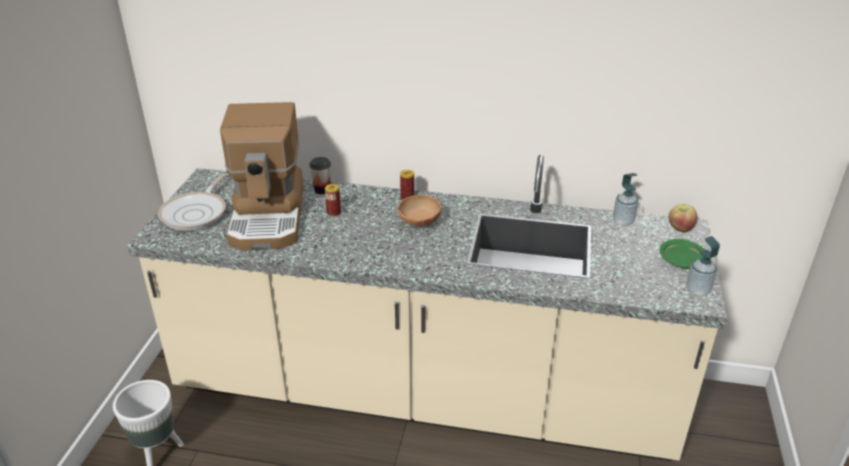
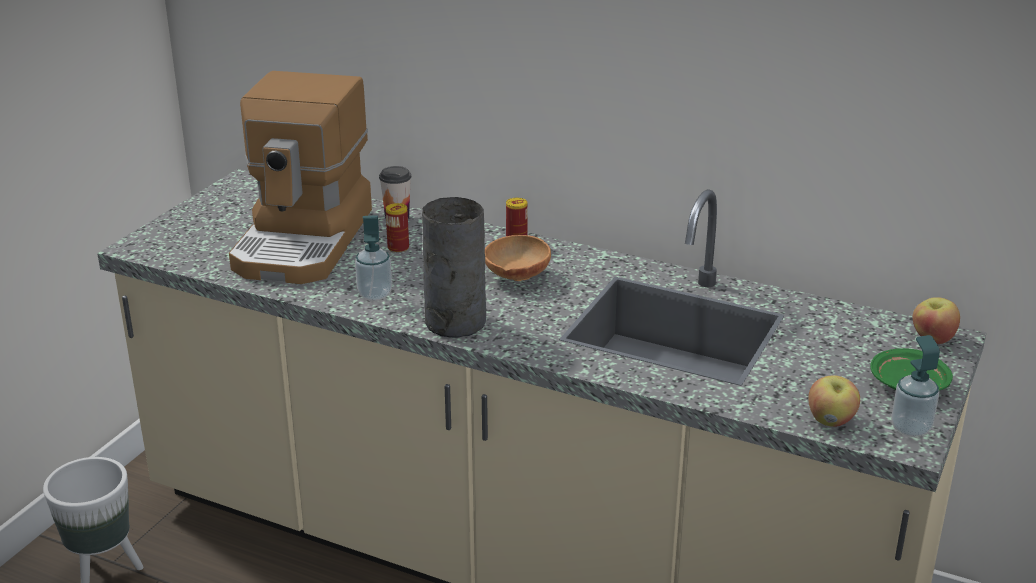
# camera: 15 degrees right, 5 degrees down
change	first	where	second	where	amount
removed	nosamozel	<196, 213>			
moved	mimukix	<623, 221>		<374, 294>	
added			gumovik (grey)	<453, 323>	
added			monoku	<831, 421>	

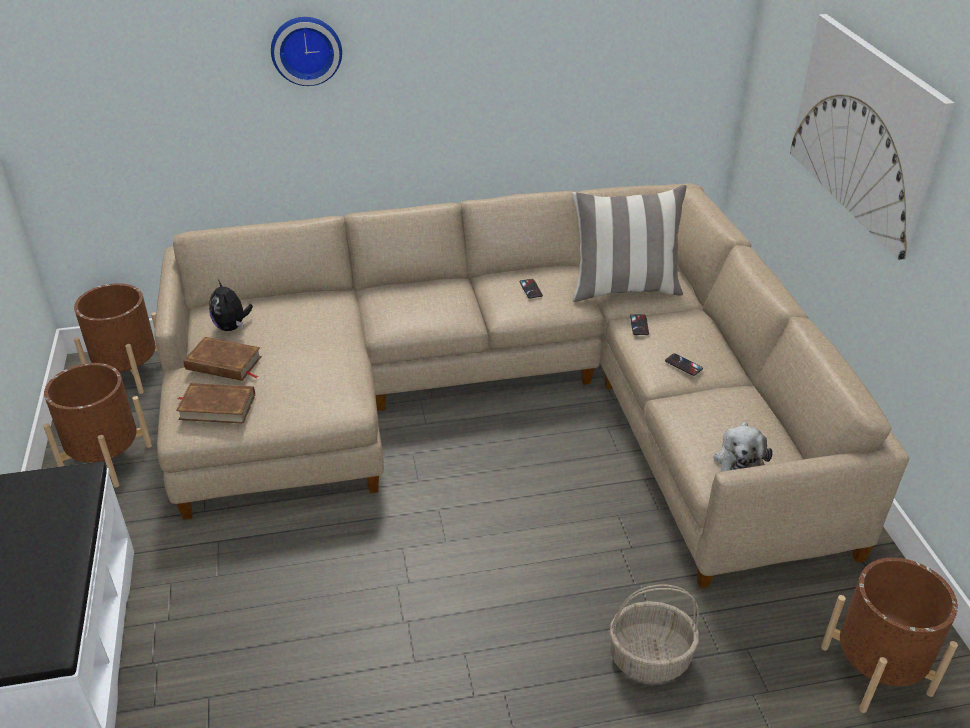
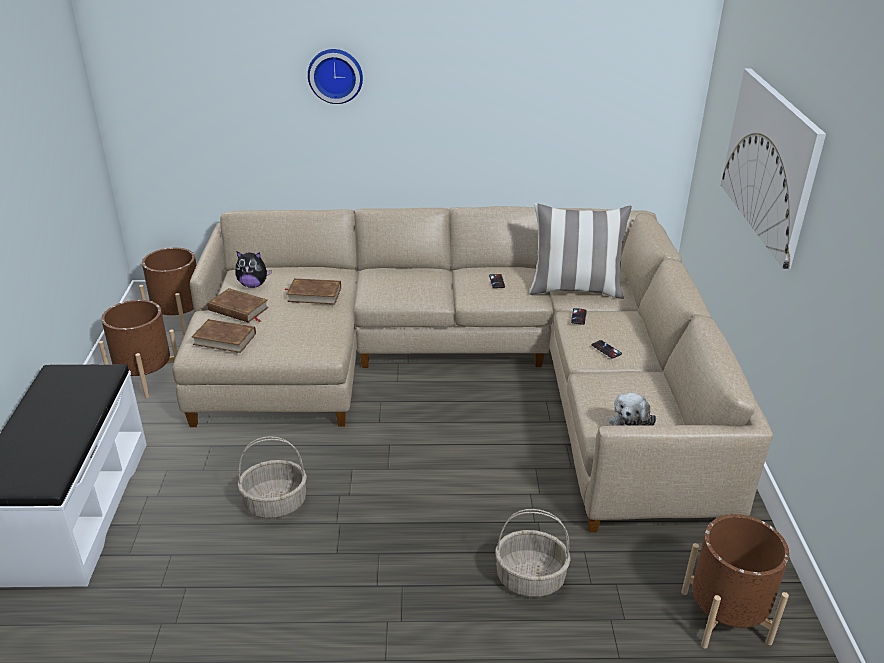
# camera: 10 degrees right, 5 degrees down
change	first	where	second	where	amount
turned	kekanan	<232, 327>		<253, 285>	75 degrees counterclockwise
added			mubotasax	<276, 503>	
added			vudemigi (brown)	<314, 294>	

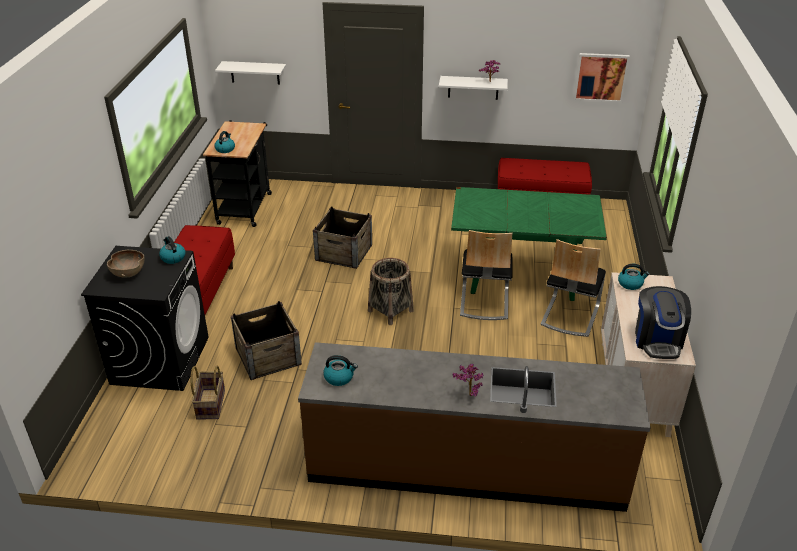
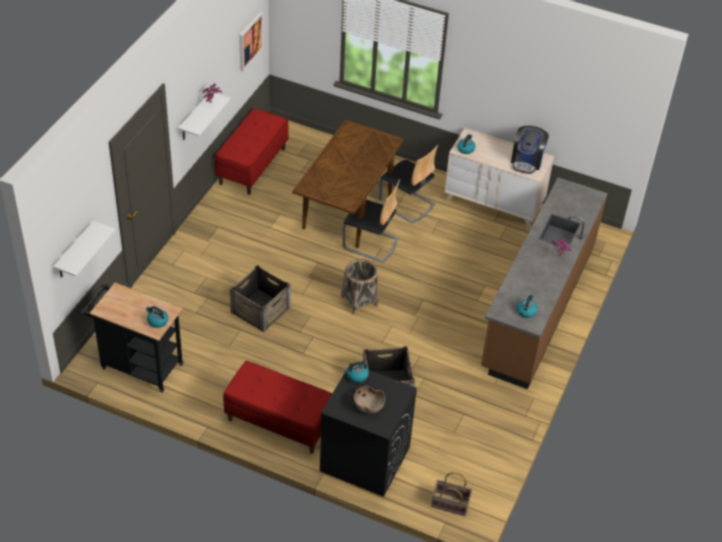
# camera: 75 degrees left, 10 degrees up
change	first	where	second	where	amount
moved	mubotasax	<210, 404>		<450, 504>	
recoloured	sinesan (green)	<520, 275>	sinesan (brown)	<347, 212>	
turned	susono	<657, 340>		<527, 161>	90 degrees clockwise

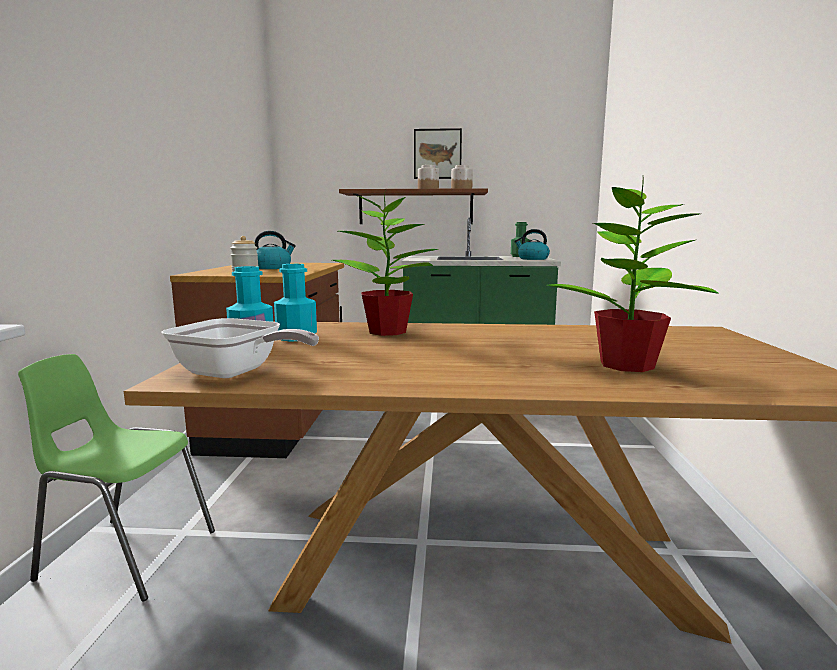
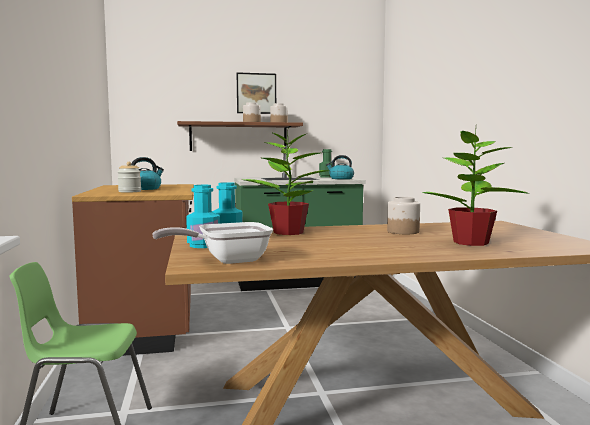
# camera: 15 degrees left, 5 degrees down
change	first	where	second	where	amount
turned	nosamozel	<235, 373>		<227, 260>	150 degrees clockwise
added			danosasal	<402, 232>	

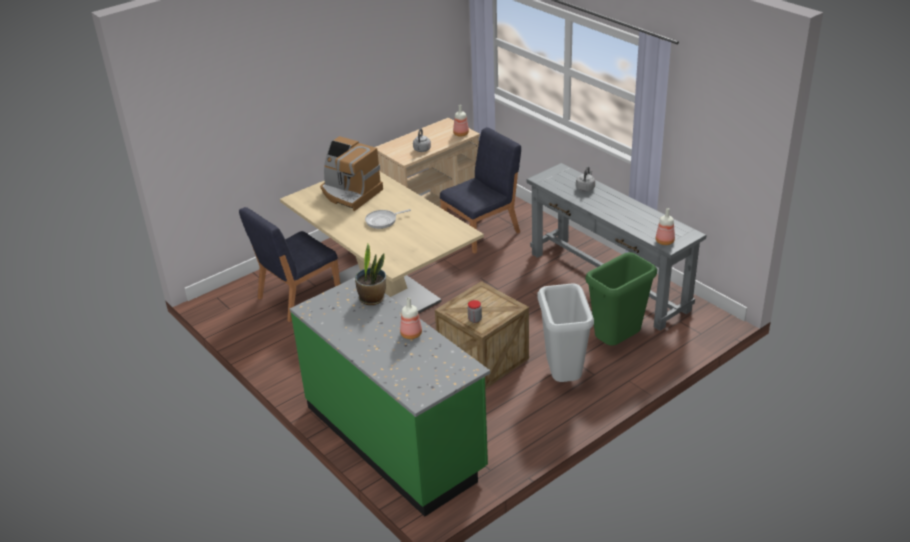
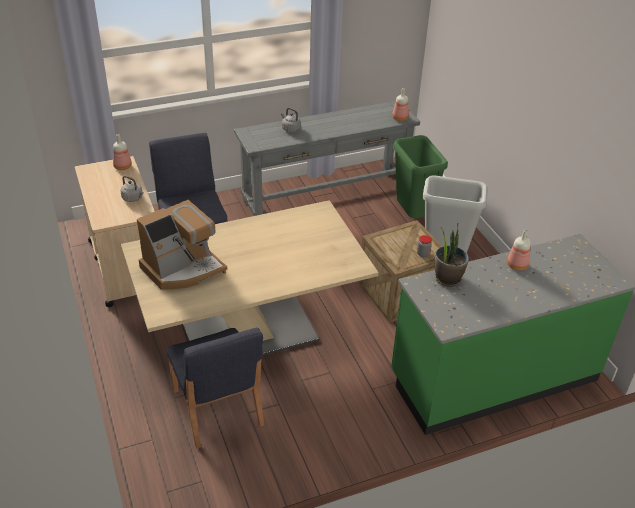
# camera: 75 degrees left, 5 degrees up
change	first	where	second	where	amount
removed	nosamozel	<383, 221>			

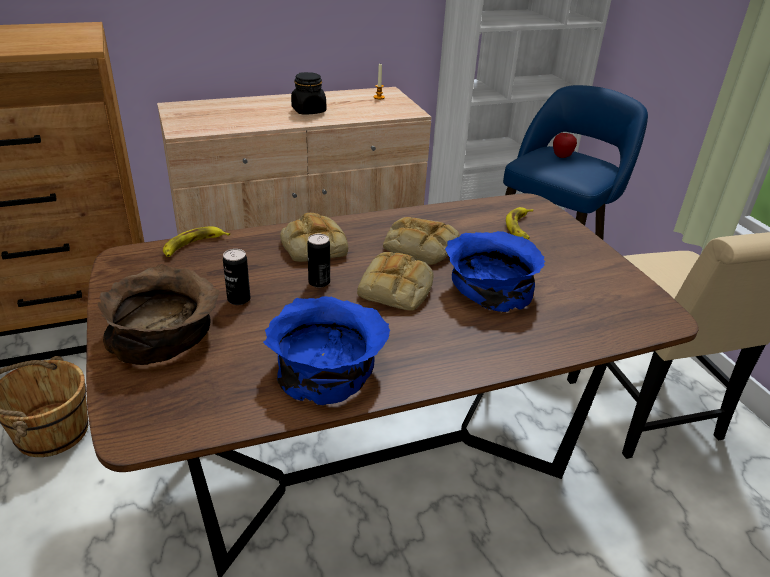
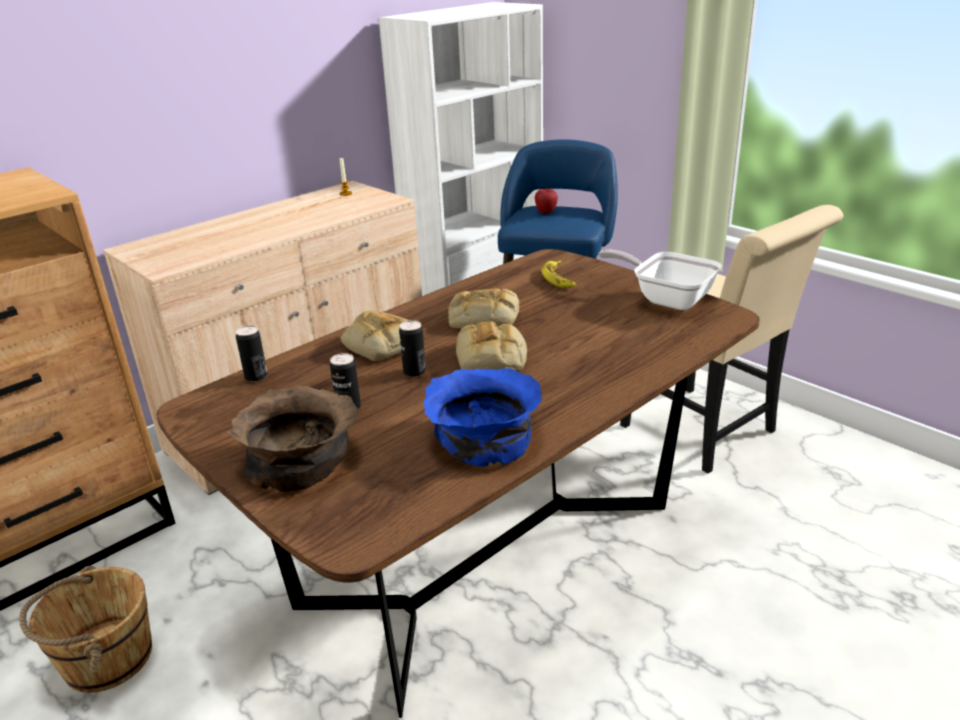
# camera: 20 degrees left, 5 degrees down
change	first	where	second	where	amount
replaced	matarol	<193, 245>	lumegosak	<256, 376>	
removed	danosasal (black)	<309, 111>			
removed	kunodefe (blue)	<490, 287>			
added			nosamozel	<666, 298>	

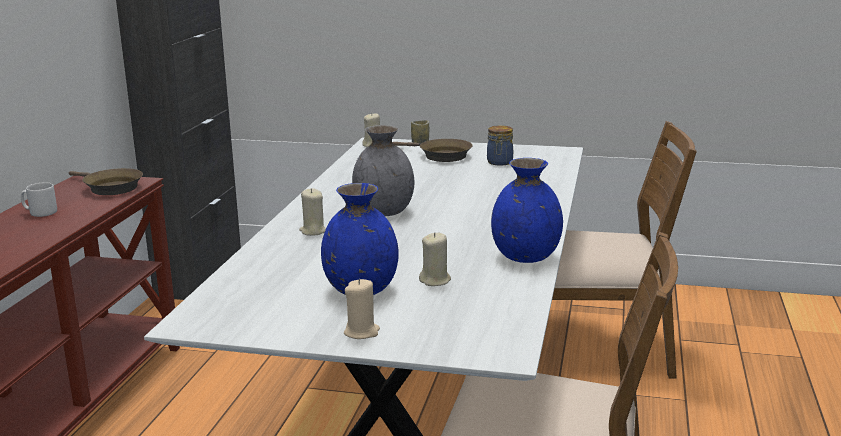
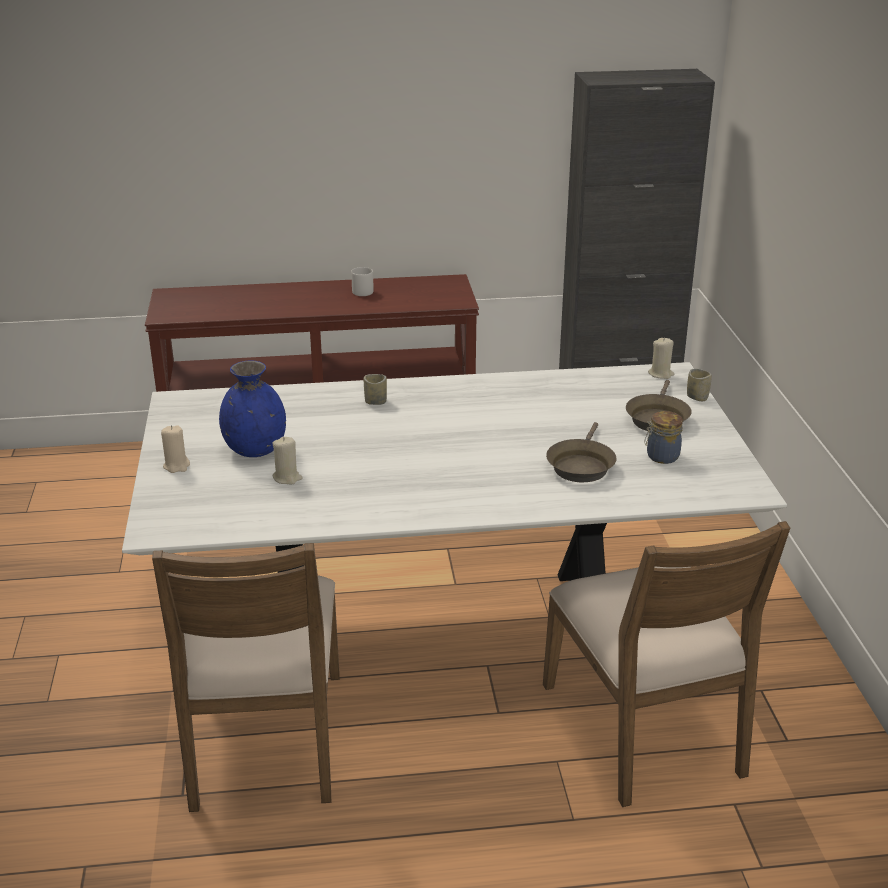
# camera: 70 degrees right, 10 degrees up
change	first	where	second	where	amount
moved	nosamozel (brown)	<110, 187>		<581, 465>	
replaced	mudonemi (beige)	<313, 231>	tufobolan	<375, 402>	
removed	gumovik (grey)	<384, 212>			
removed	gumovik (blue)	<525, 257>			

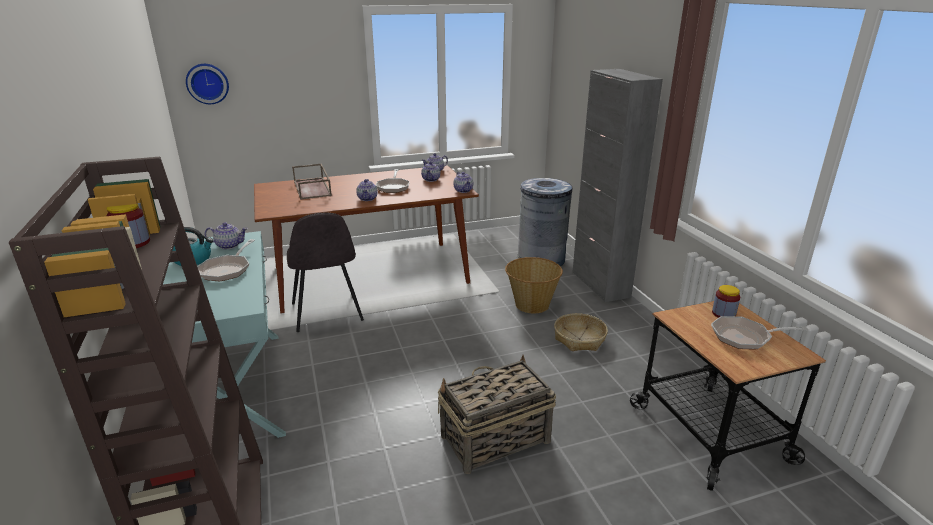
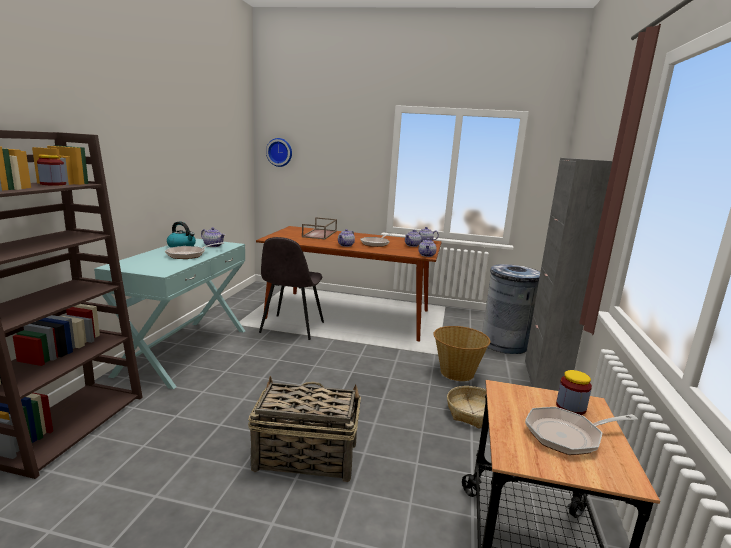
# camera: 30 degrees right, 10 degrees down
change	first	where	second	where	amount
turned	nosamozel	<745, 337>		<568, 435>	45 degrees counterclockwise

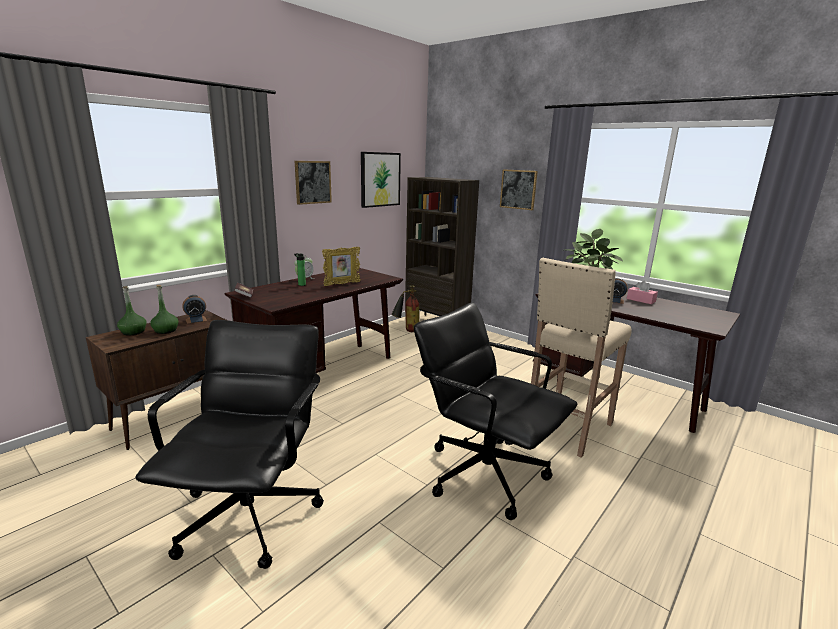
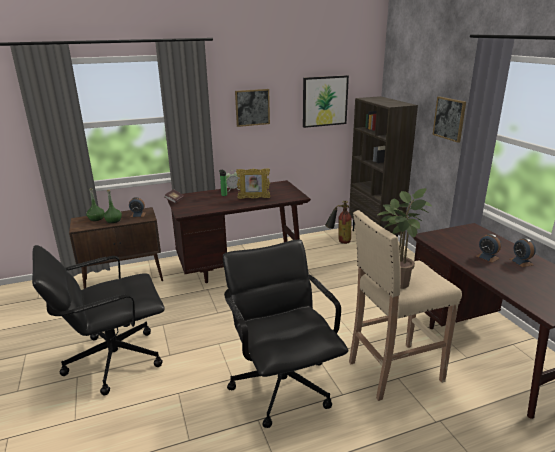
# camera: 30 degrees right, 5 degrees up
change	first	where	second	where	amount
turned	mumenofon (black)	<251, 515>		<113, 359>	150 degrees counterclockwise
replaced	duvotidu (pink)	<641, 300>	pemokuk	<521, 262>	

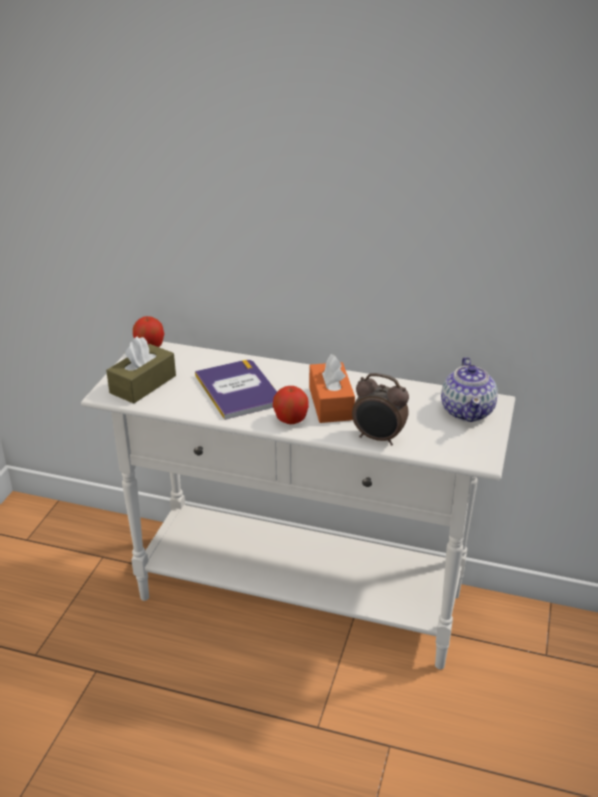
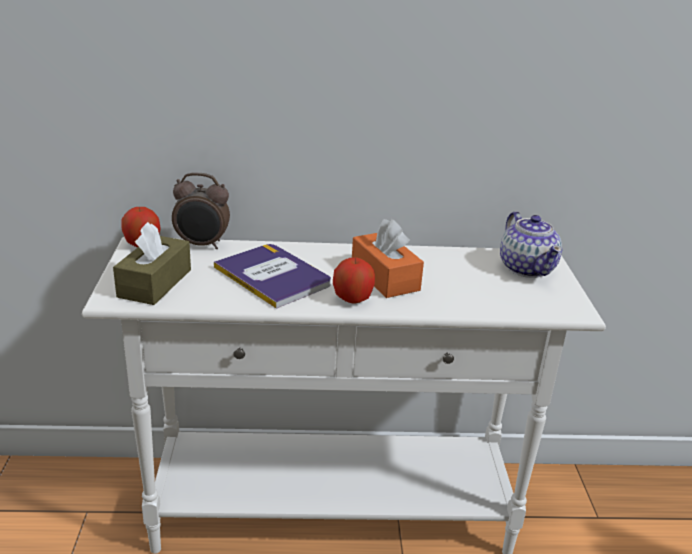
# camera: 20 degrees left, 5 degrees down
change	first	where	second	where	amount
moved	pemokuk	<378, 438>		<202, 245>	

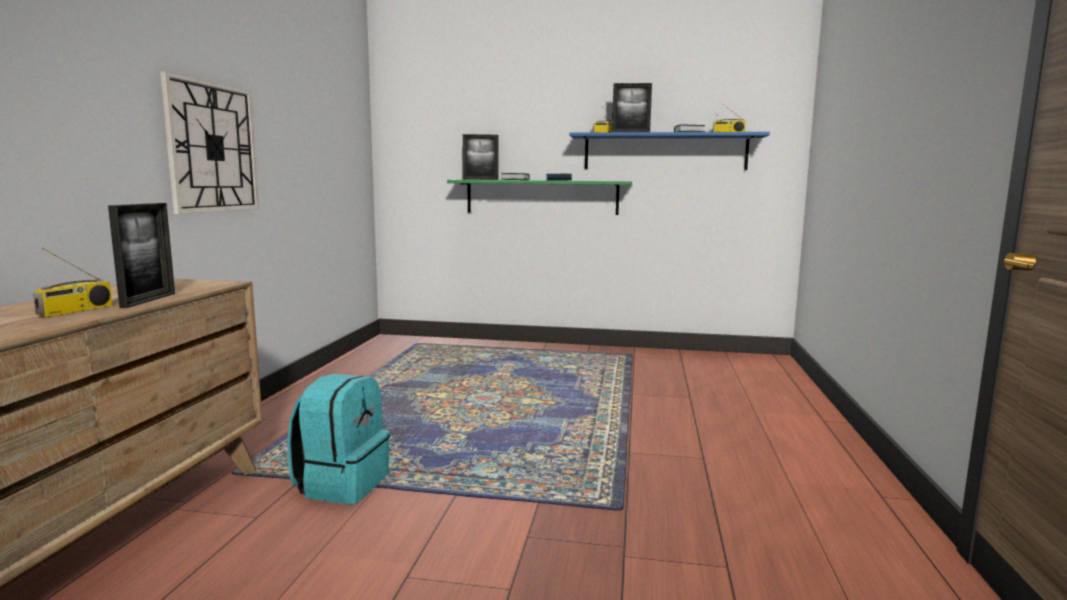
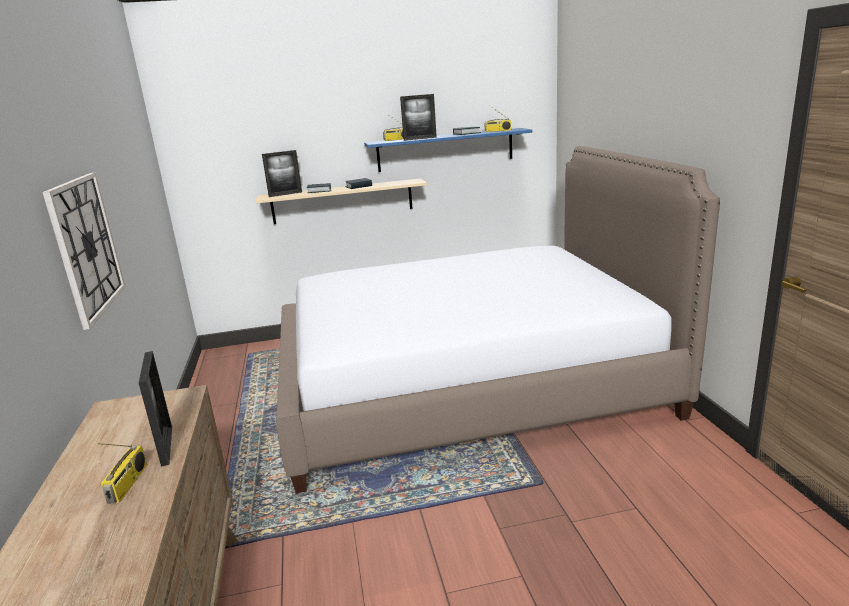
# camera: 20 degrees left, 10 degrees up
change	first	where	second	where	amount
removed	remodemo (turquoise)	<342, 484>			
recoloured	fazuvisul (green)	<541, 197>	fazuvisul (beige)	<342, 201>	
added			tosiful	<467, 387>	

